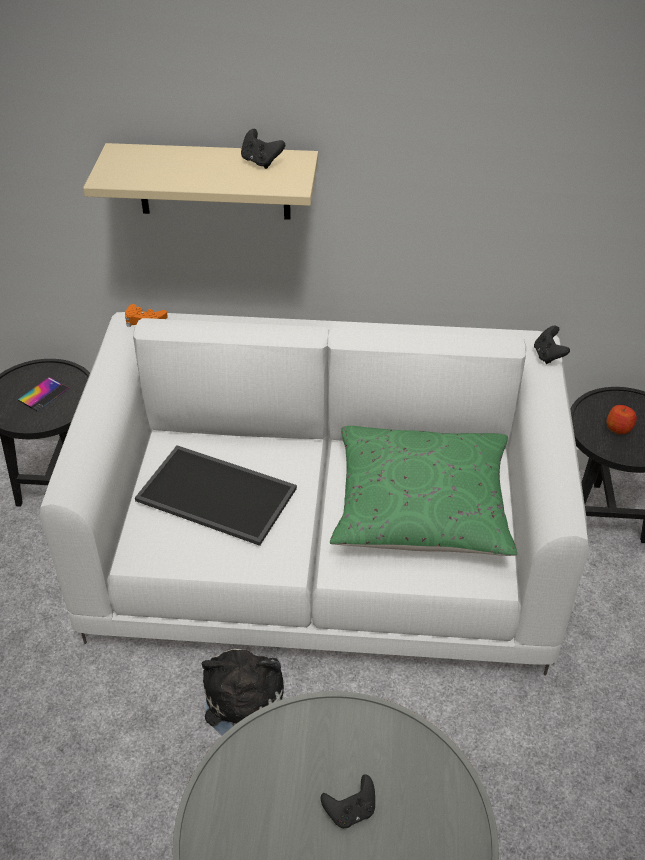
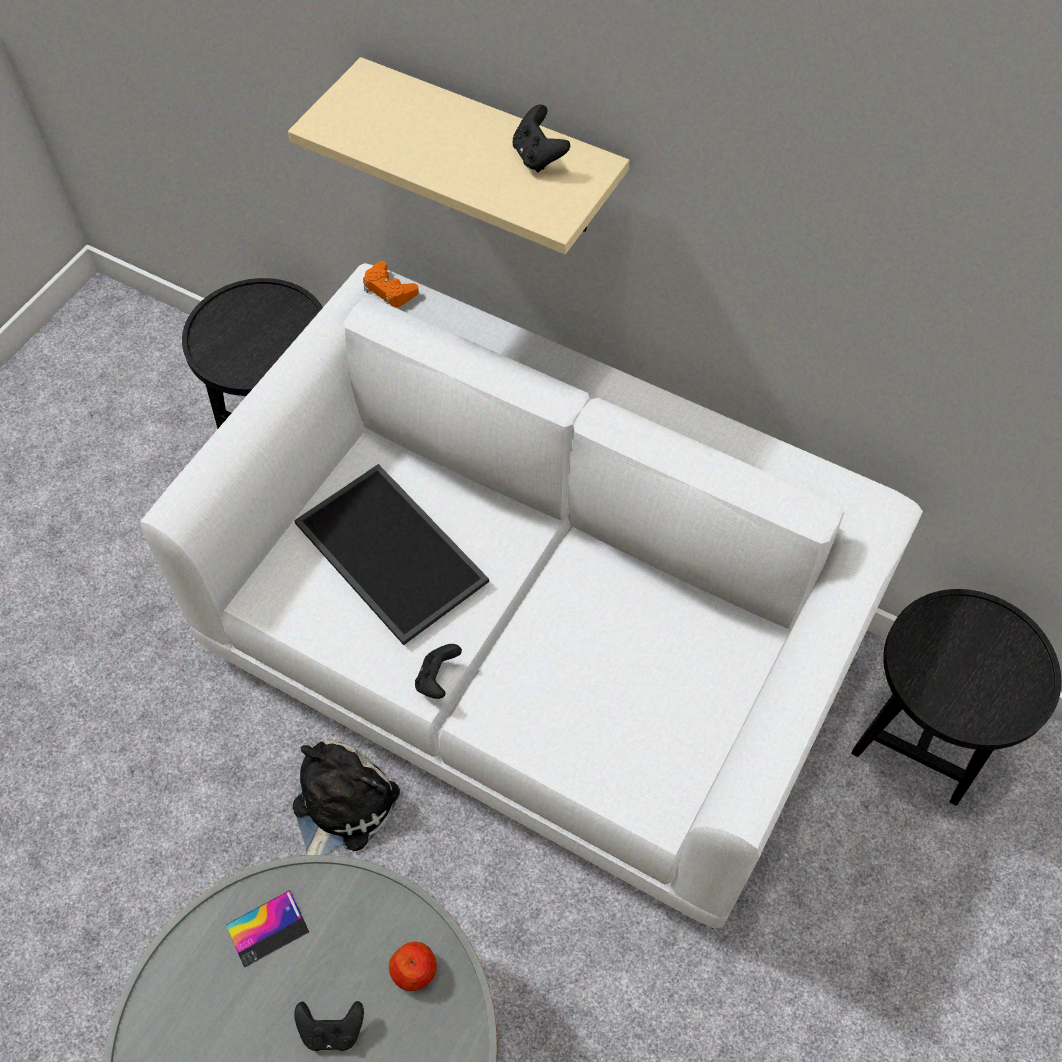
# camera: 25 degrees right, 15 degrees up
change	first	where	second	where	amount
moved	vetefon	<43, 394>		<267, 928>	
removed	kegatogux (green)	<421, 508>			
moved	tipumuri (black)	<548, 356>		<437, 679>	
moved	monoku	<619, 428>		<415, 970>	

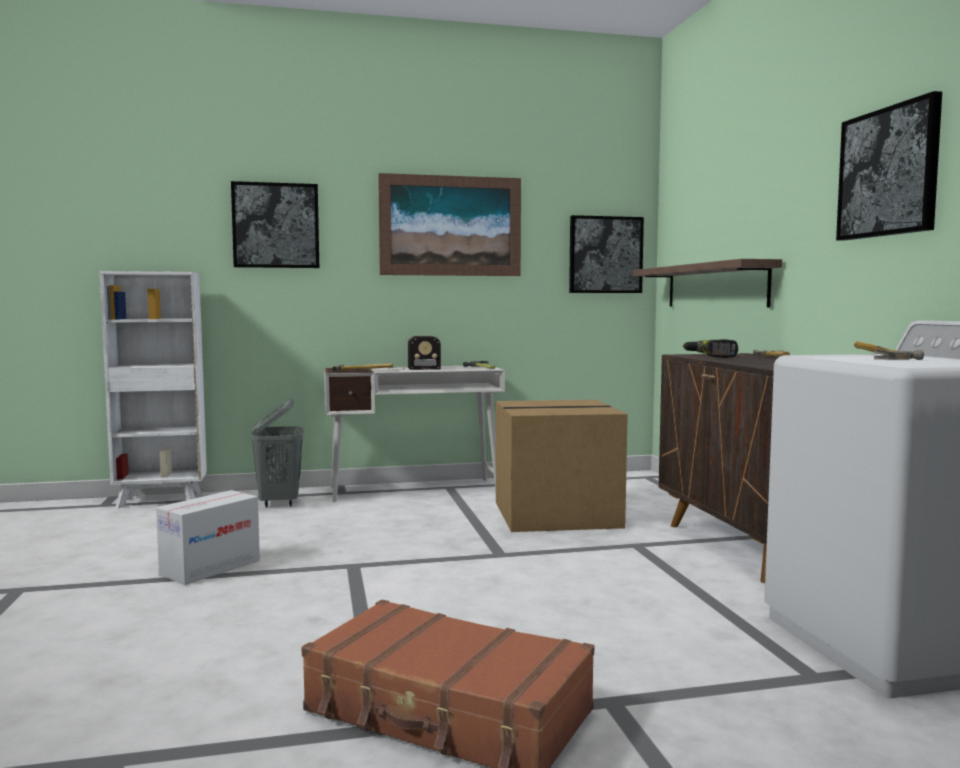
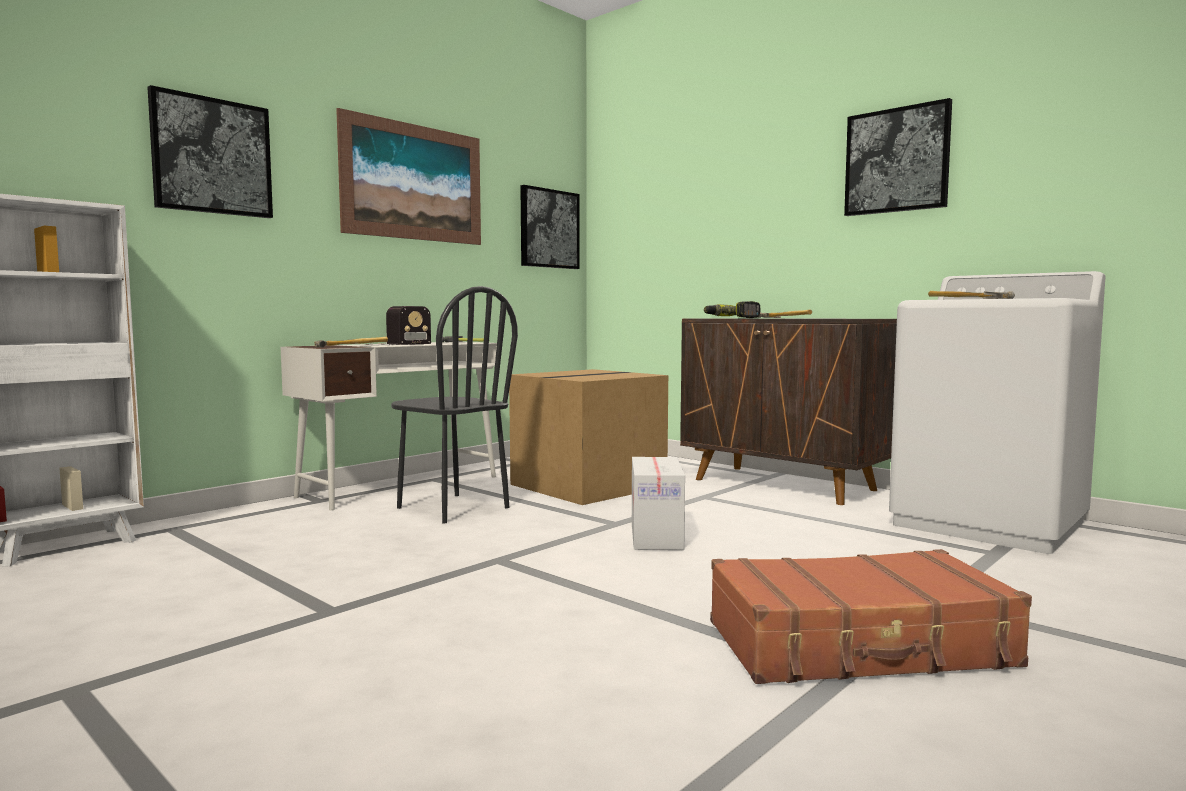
# camera: 35 degrees left, 0 degrees up
change	first	where	second	where	amount
moved	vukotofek	<210, 568>		<656, 536>	
removed	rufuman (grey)	<279, 502>			
removed	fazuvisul	<715, 286>			
added			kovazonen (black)	<452, 508>	

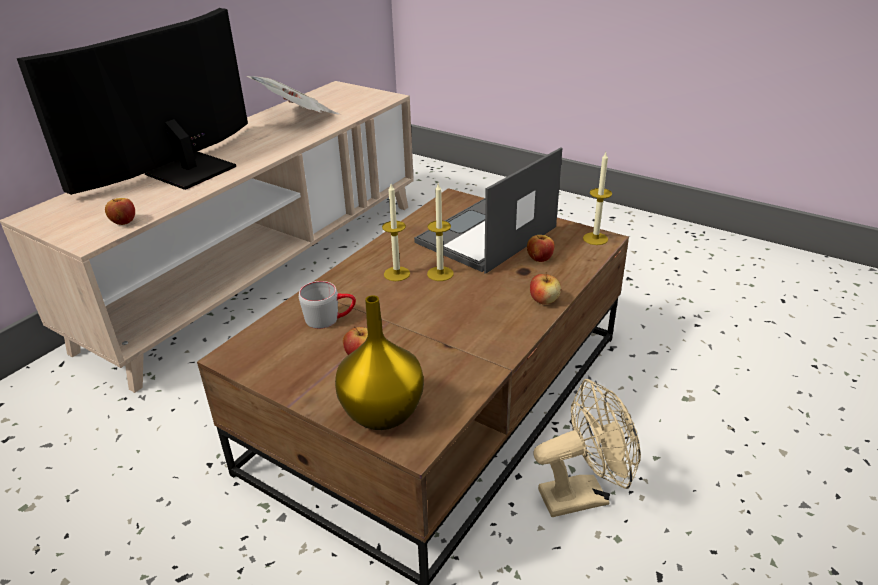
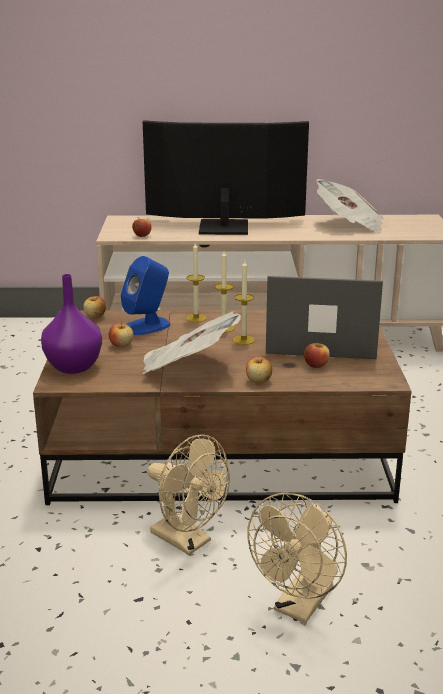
# camera: 55 degrees right, 10 degrees down
change	first	where	second	where	amount
replaced	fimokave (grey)	<330, 318>	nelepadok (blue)	<147, 326>	
recoloured	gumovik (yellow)	<380, 414>	gumovik (purple)	<73, 366>	
moved	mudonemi	<595, 238>		<196, 318>	
added			monoku	<95, 317>	
added			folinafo	<187, 368>	
added			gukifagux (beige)	<299, 607>	

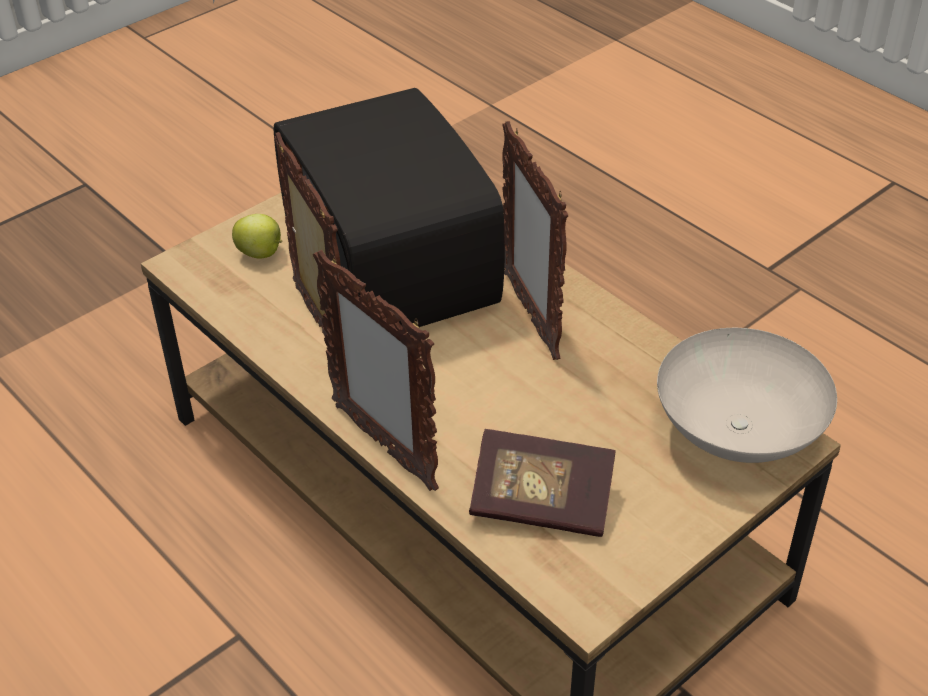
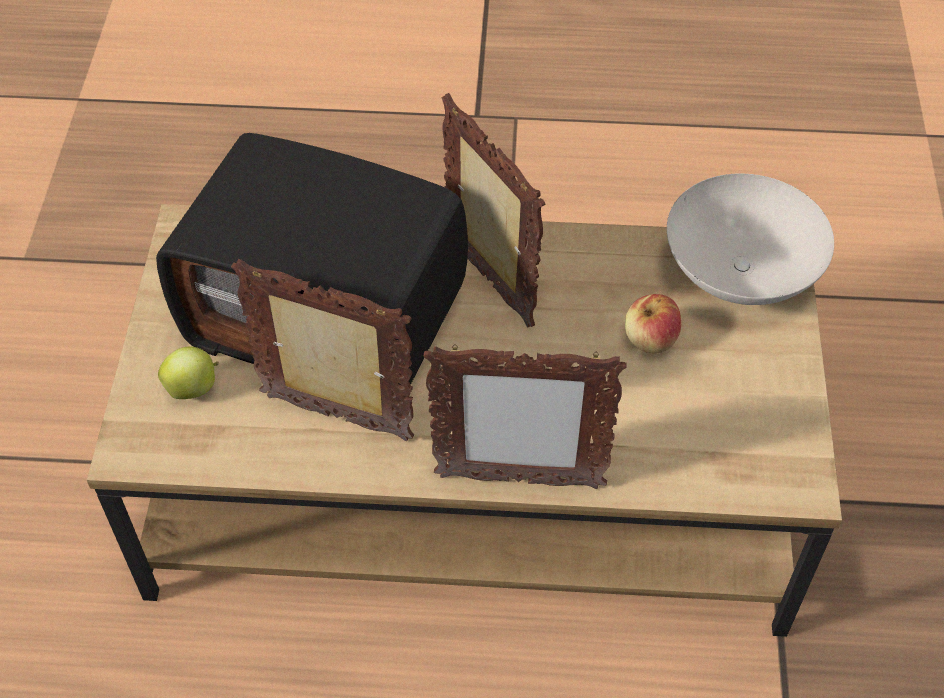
# camera: 45 degrees left, 10 degrees up
change	first	where	second	where	amount
removed	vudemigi	<541, 503>			
turned	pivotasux	<530, 314>		<488, 282>	150 degrees counterclockwise
added			monoku	<650, 339>	

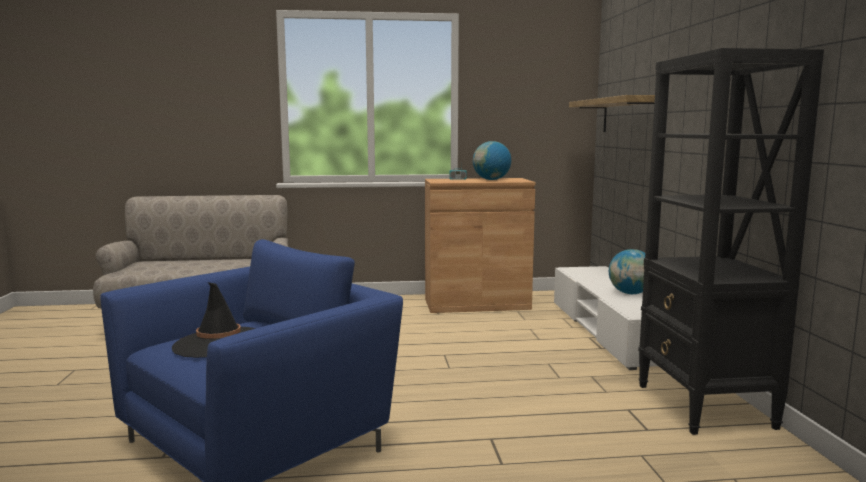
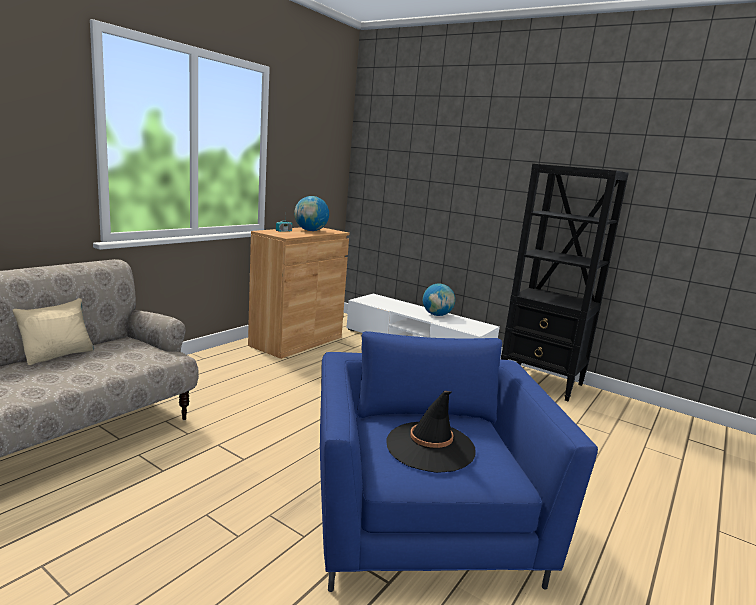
# camera: 50 degrees left, 5 degrees up
change	first	where	second	where	amount
removed	fazuvisul	<629, 115>			
added			kegatogux (beige)	<58, 355>	

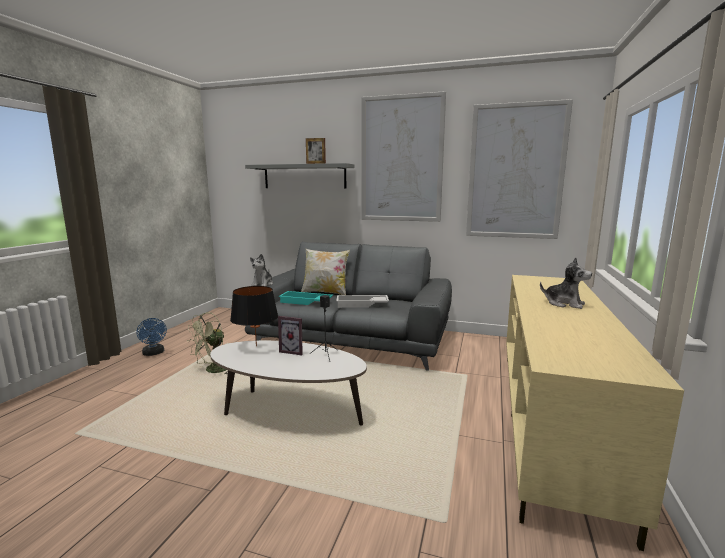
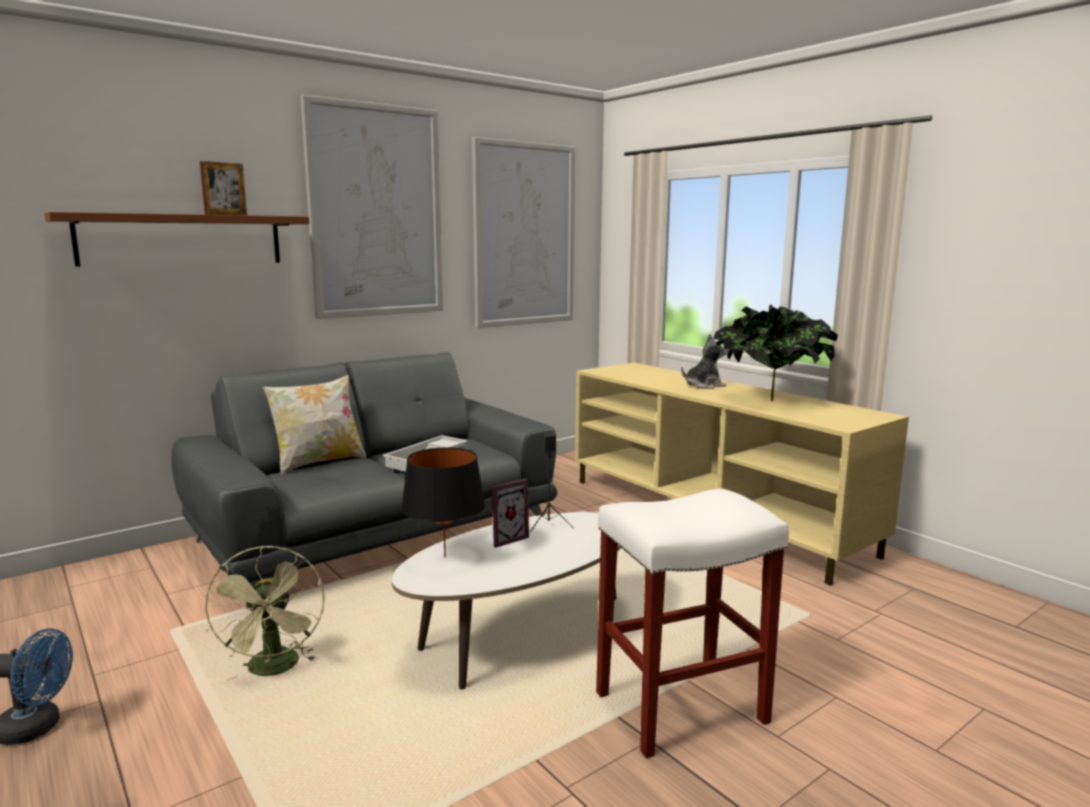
# camera: 55 degrees left, 0 degrees up
change	first	where	second	where	amount
recoloured	fazuvisul (grey)	<304, 176>	fazuvisul (brown)	<182, 240>	
removed	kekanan	<262, 284>			
removed	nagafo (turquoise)	<305, 302>			
added			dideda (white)	<679, 708>	
added			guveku	<768, 400>	

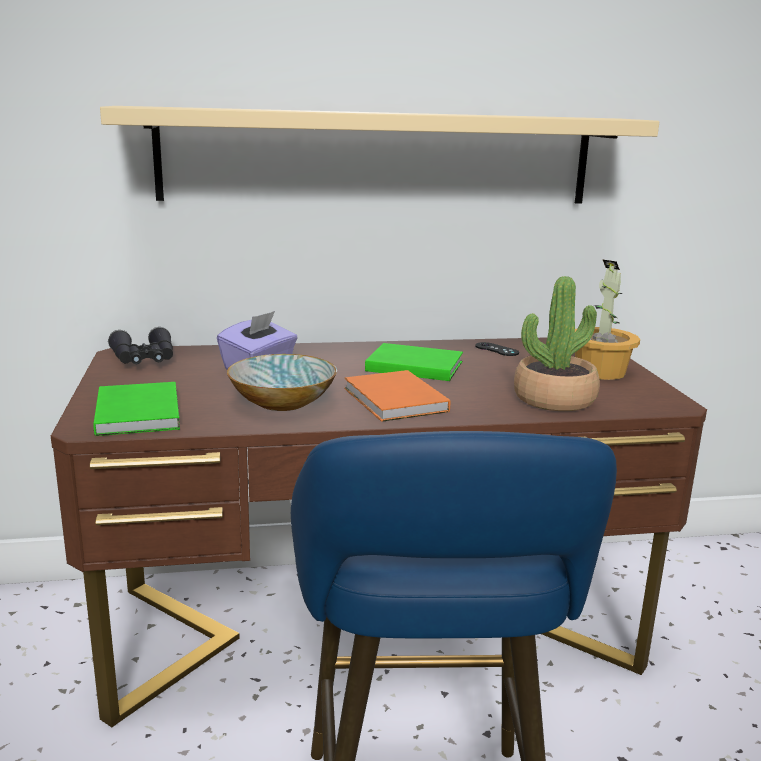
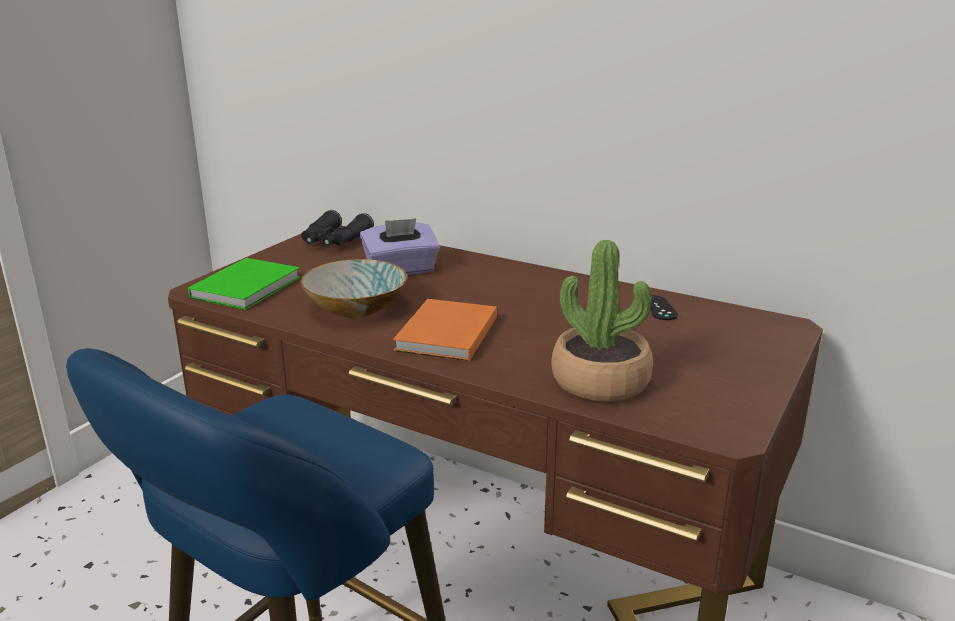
# camera: 40 degrees right, 5 degrees up
change	first	where	second	where	amount
removed	fazuvisul (beige)	<379, 157>			
removed	vudemigi (green)	<412, 365>			
removed	guveku	<599, 372>			

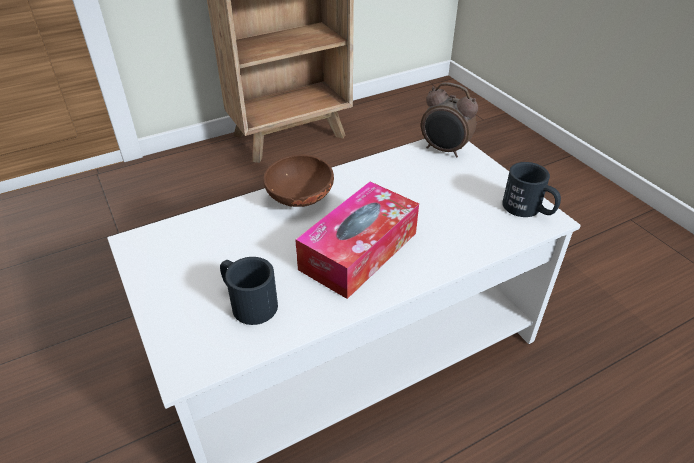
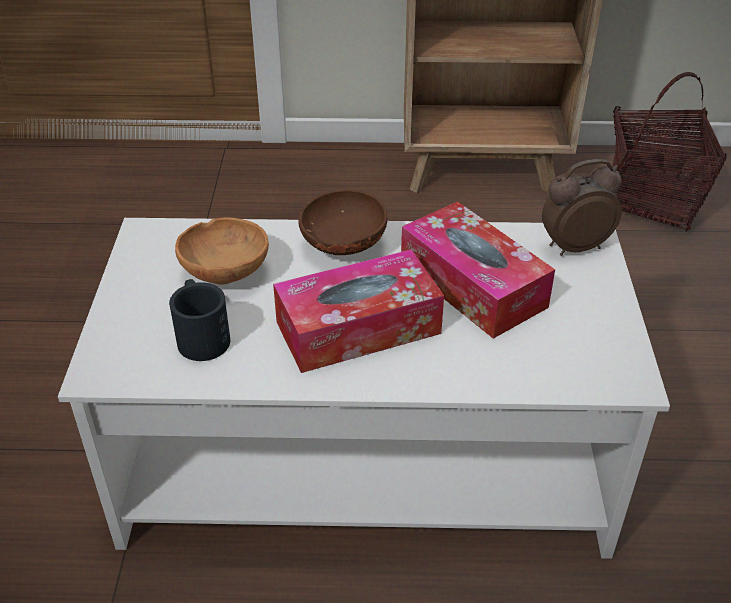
# camera: 30 degrees right, 0 degrees up
change	first	where	second	where	amount
turned	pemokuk	<444, 150>		<573, 246>	105 degrees clockwise
removed	fimokave (black)	<528, 209>			
added			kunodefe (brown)	<226, 272>	
added			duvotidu	<472, 285>	
added			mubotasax	<651, 199>	

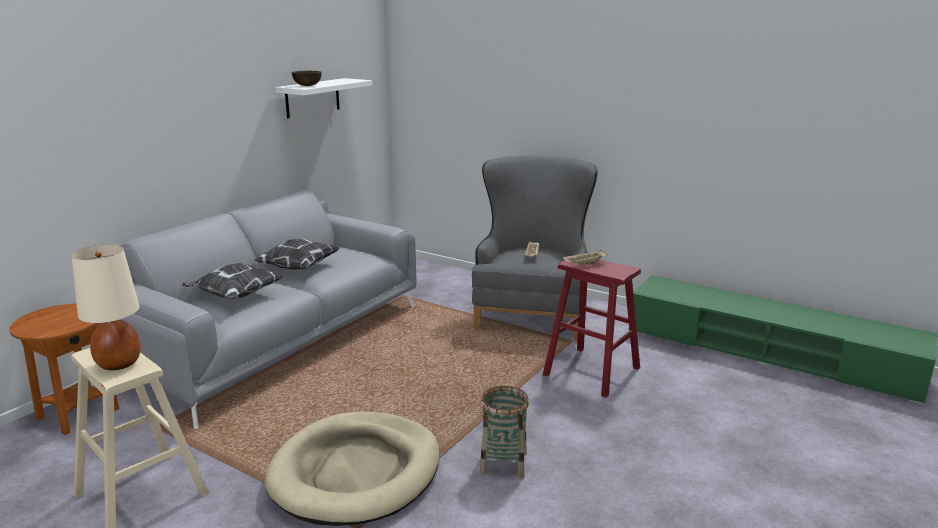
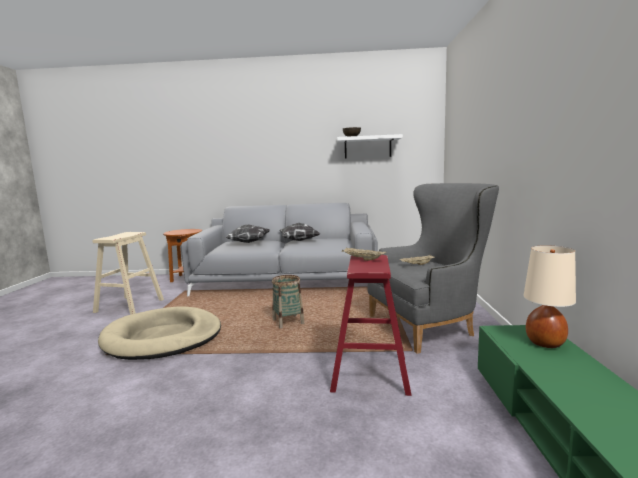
# camera: 60 degrees right, 10 degrees down
change	first	where	second	where	amount
moved	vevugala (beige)	<119, 364>		<545, 343>	
moved	mubotasax	<503, 464>		<288, 322>	

